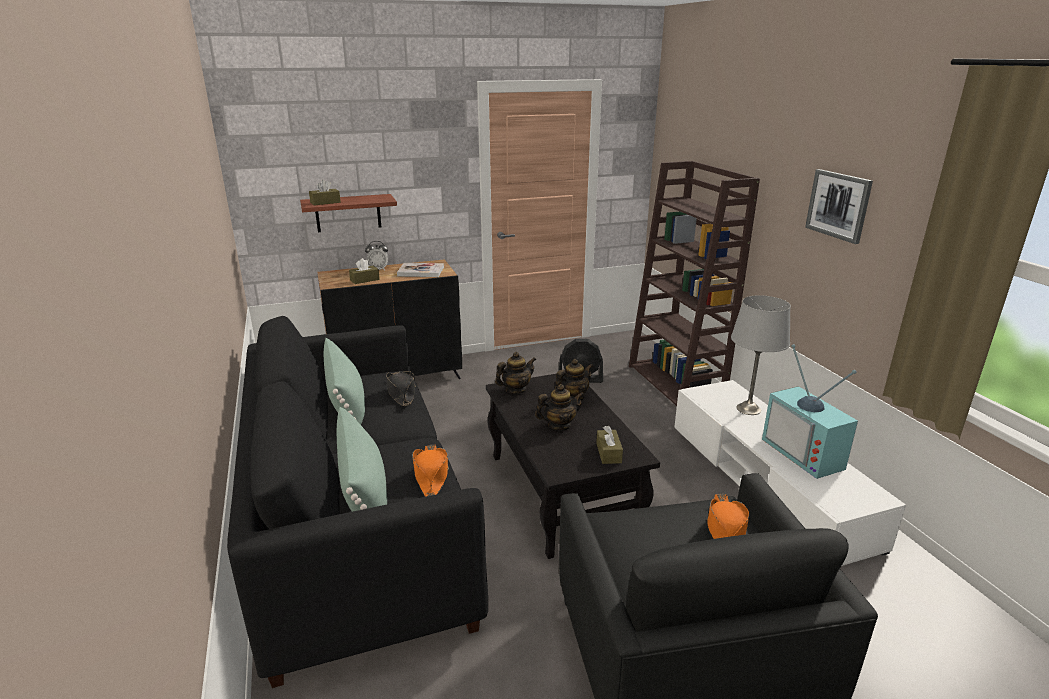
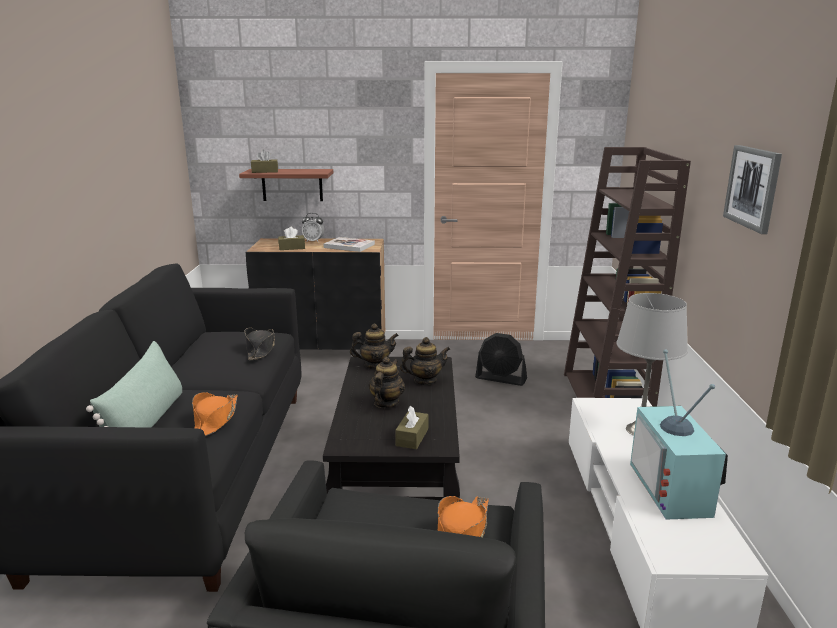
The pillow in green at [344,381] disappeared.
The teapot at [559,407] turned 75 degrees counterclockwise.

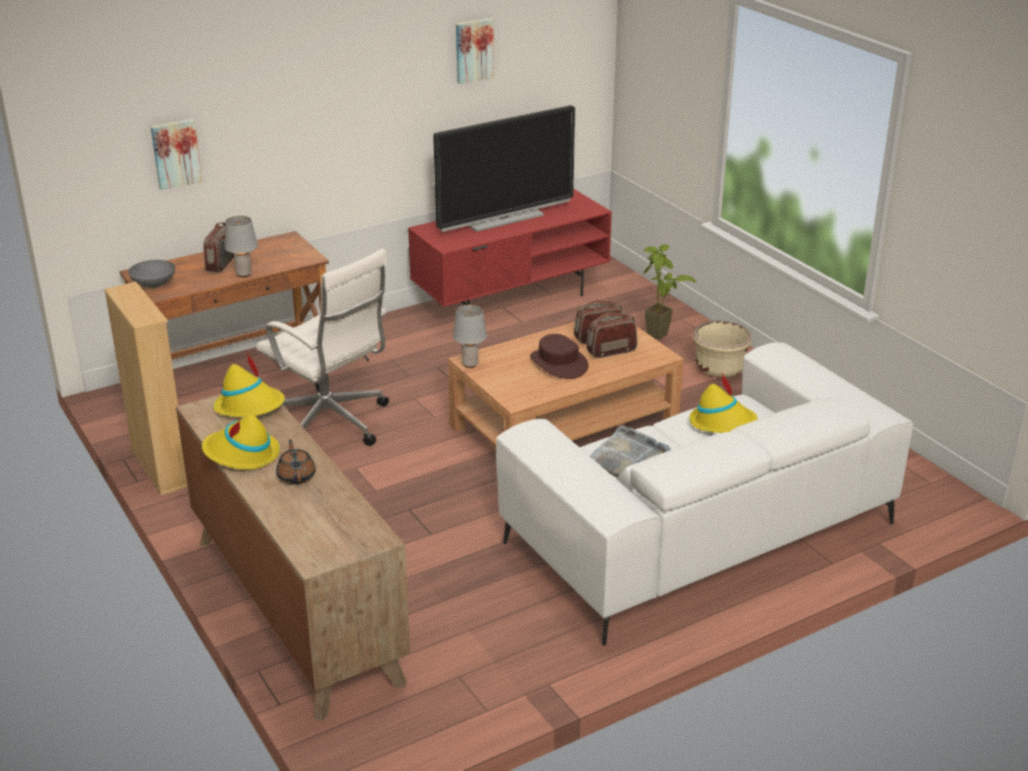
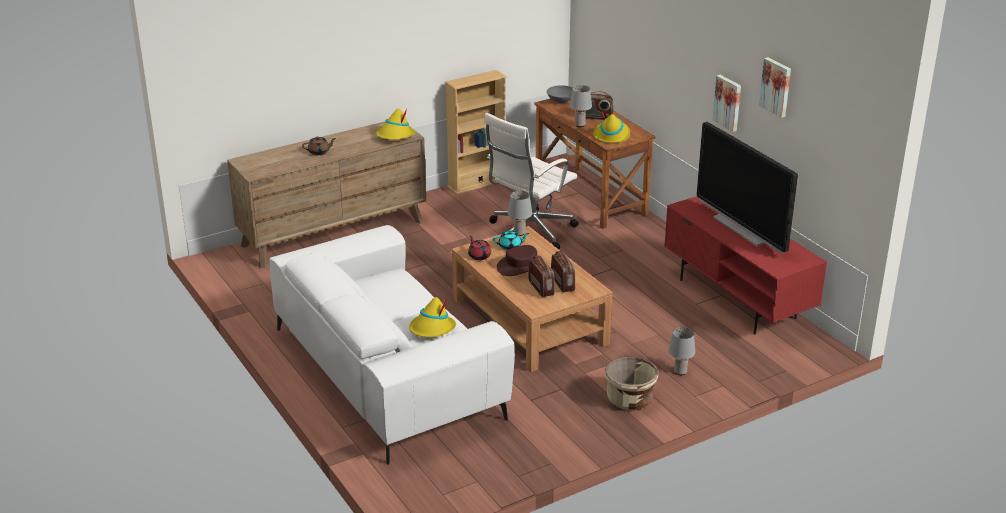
The tray in grey at [630,451] disappeared.
The teapot in red at [479,248] appeared.
The teapot in turquoise at [511,240] appeared.
The picture moved from [176,154] to [726,103].
The hat in yellow moved from [241,442] to [611,126].
The potted plant at [670,292] was replaced by the table lamp in grey at [682,351].

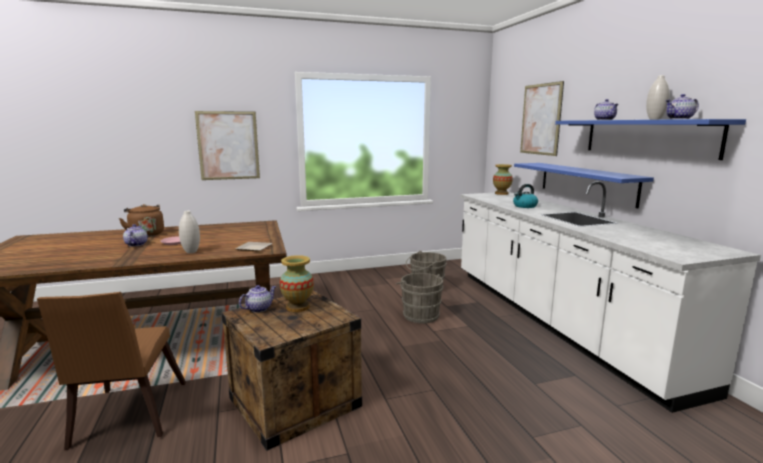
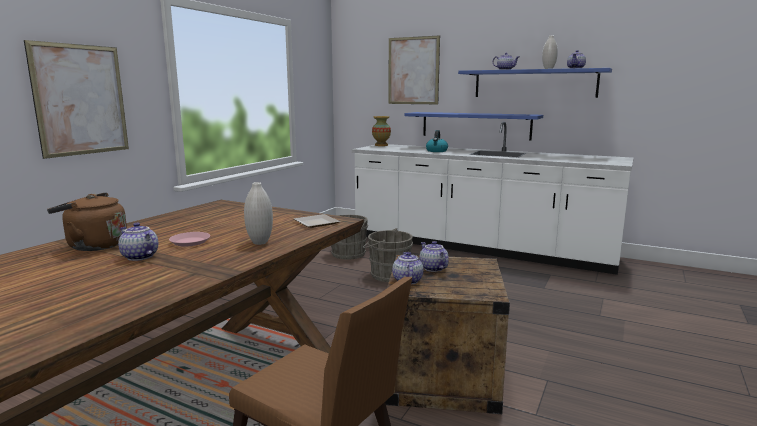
The vase at [297,283] was replaced by the teapot at [434,256].

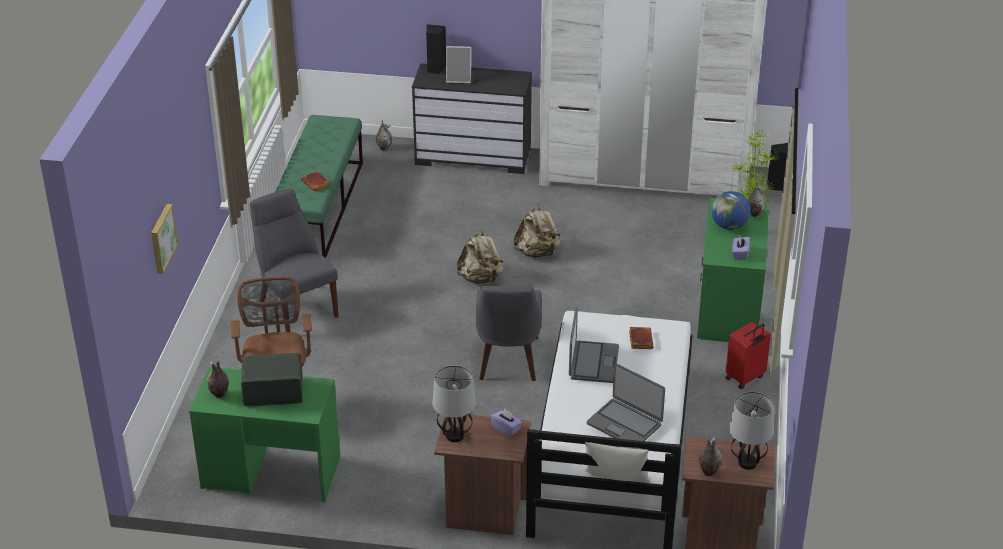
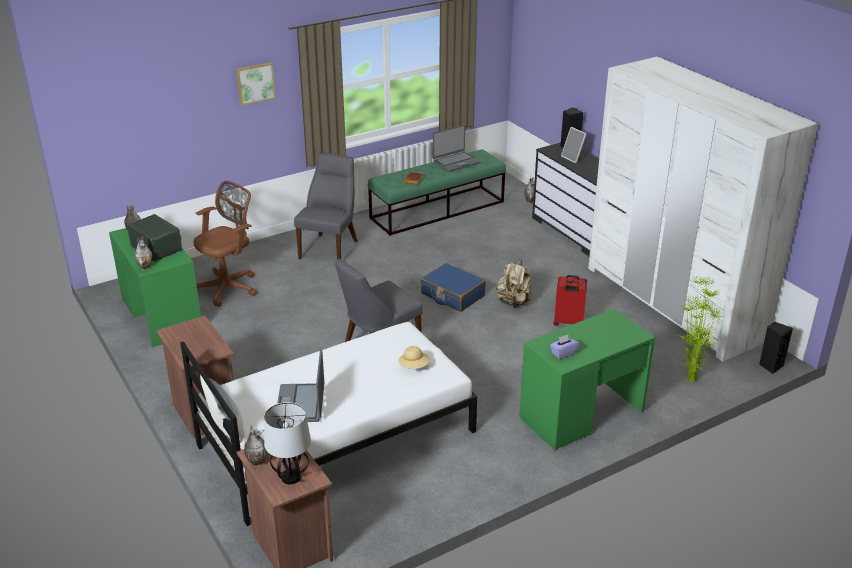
The table lamp at [454,404] disappeared.
The tissue box in purple at [506,422] disappeared.
The globe at [731,210] disappeared.
The picture moved from [164,239] to [255,83].
The laptop moved from [594,345] to [457,148].
The suitcase in red moved from [748,355] to [570,300].
The vase moved from [757,200] to [143,253].
The backpack in beige at [480,256] was replaced by the suitcase in blue at [453,287].
The book in brown at [641,338] was replaced by the hat in beige at [414,357].

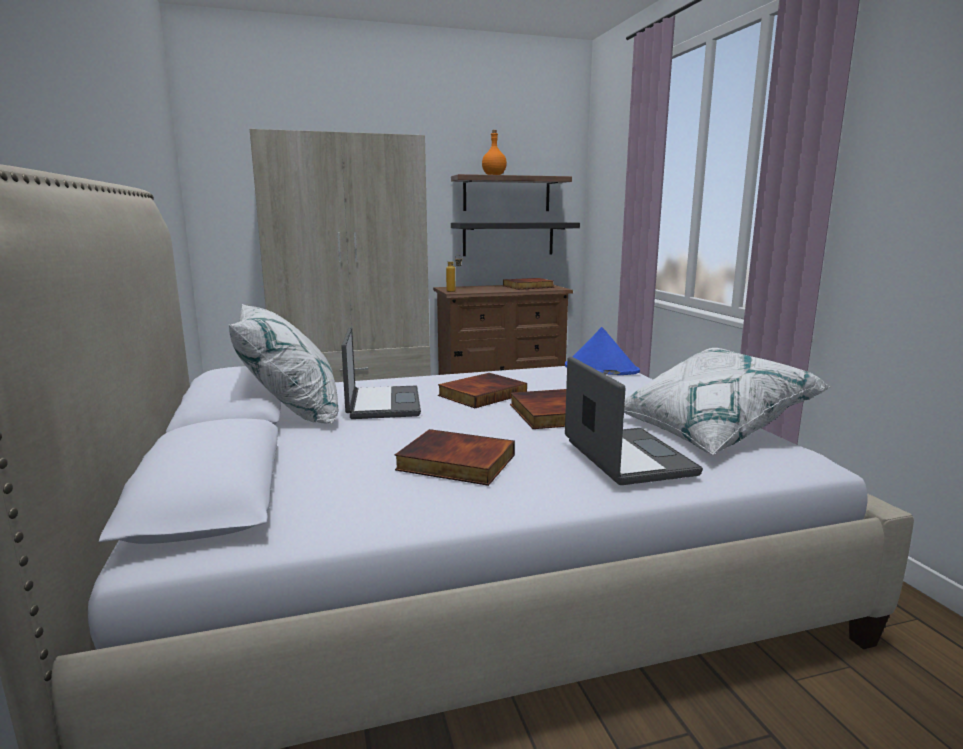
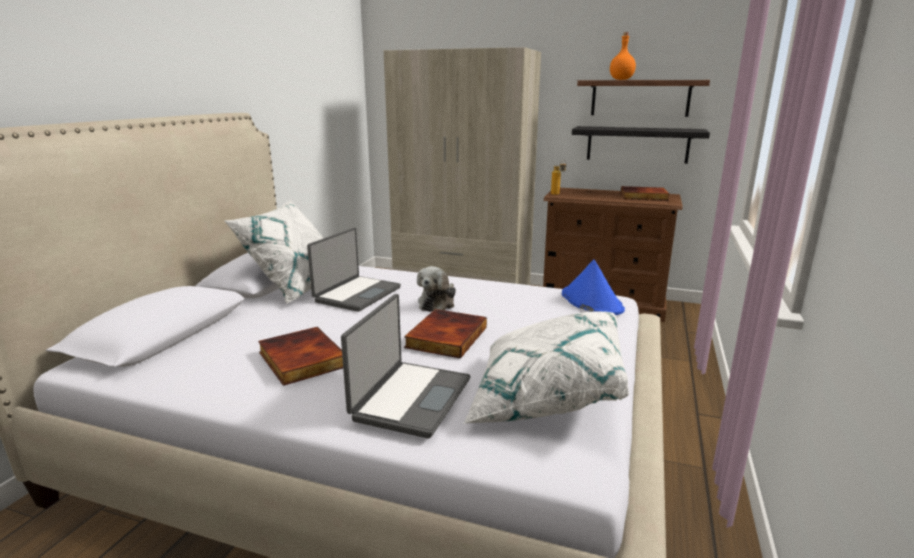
The book at [482,390] was replaced by the plush toy at [436,289].

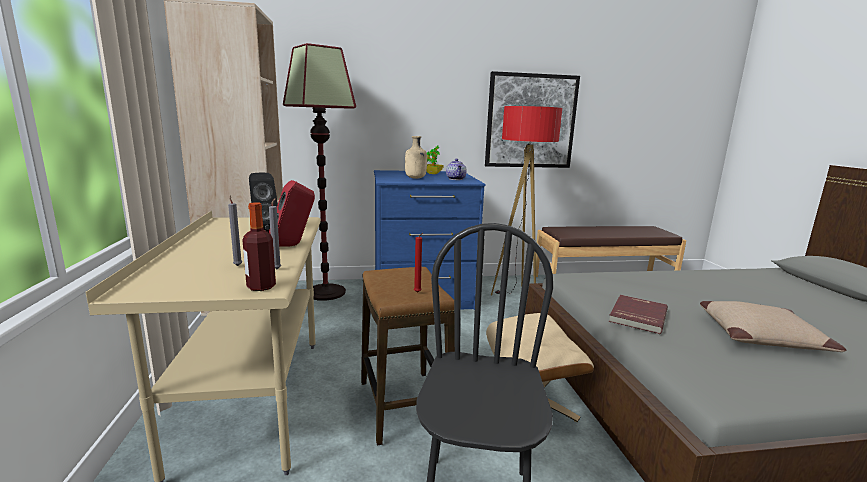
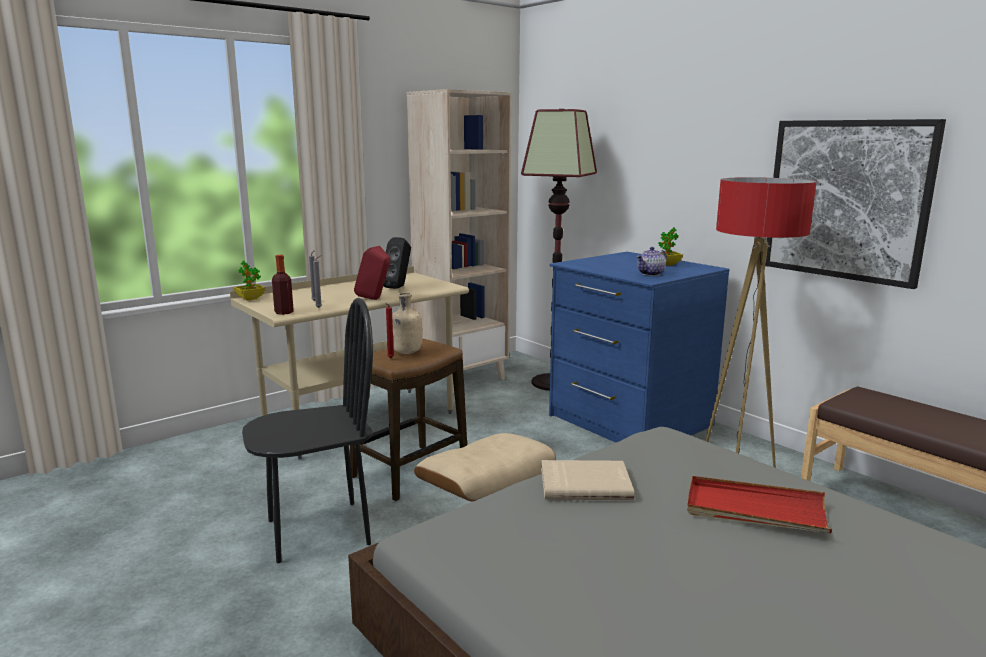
The pillow in beige at [773,326] disappeared.
The potted plant at [249,281] appeared.
The tray in red at [759,504] appeared.
The bottle in beige moved from [416,157] to [407,323].
The book in red at [638,314] became the book in beige at [587,480].

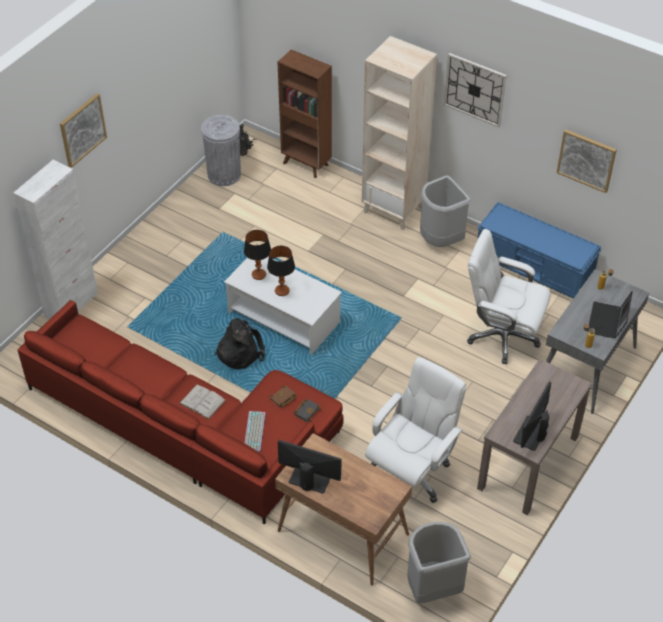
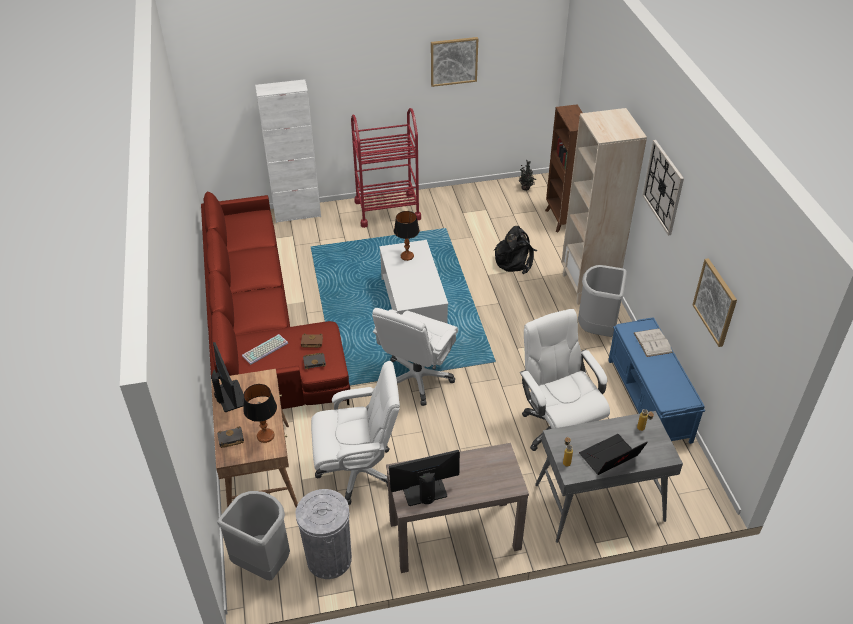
The book in black at [230,437] appeared.
The cart in red at [386,168] appeared.
The office chair in white at [415,357] appeared.
The picture moved from [83,130] to [454,62].
The book in white moved from [202,402] to [653,342].
The trash can in grey moved from [221,150] to [324,534].
The backpack in black moved from [239,343] to [515,250].
The table lamp moved from [281,271] to [260,413].

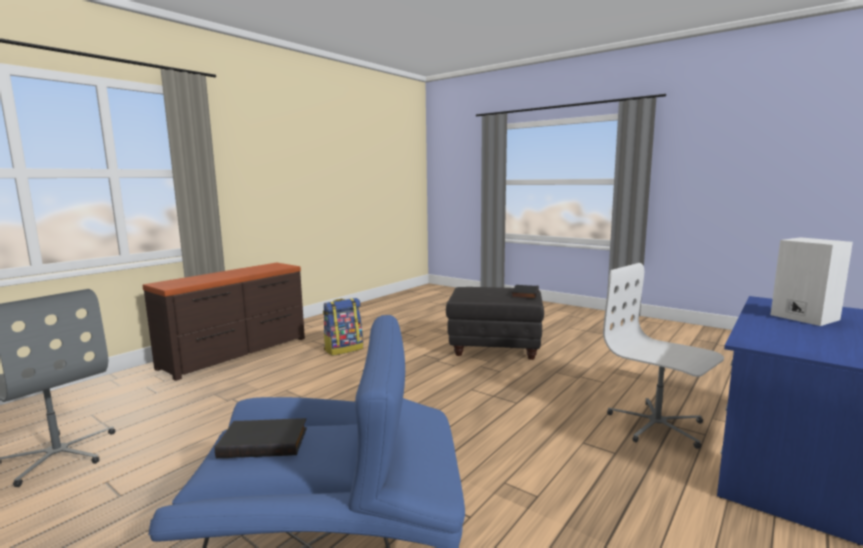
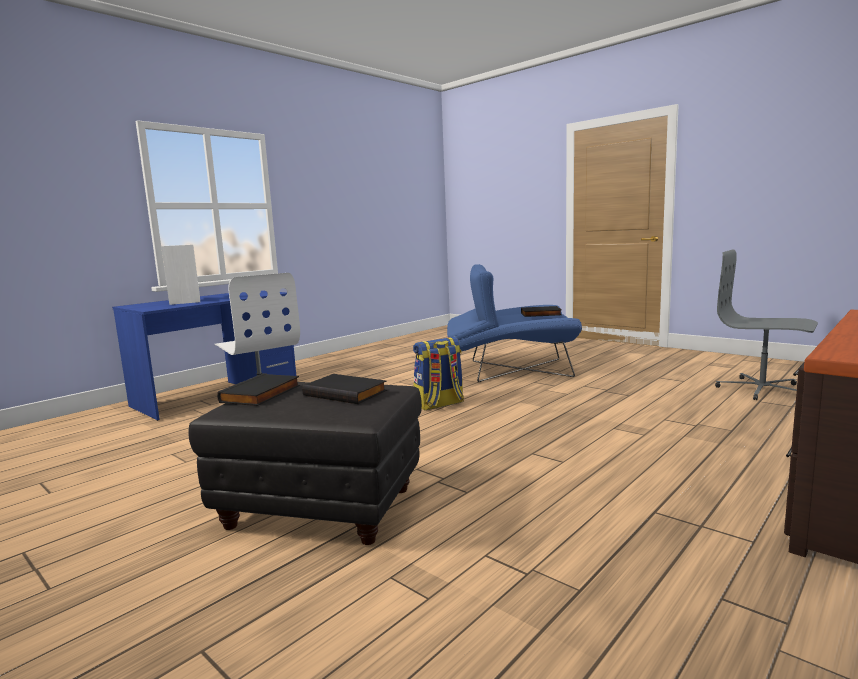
The book in black at [344,389] appeared.
The backpack moved from [343,327] to [438,373].

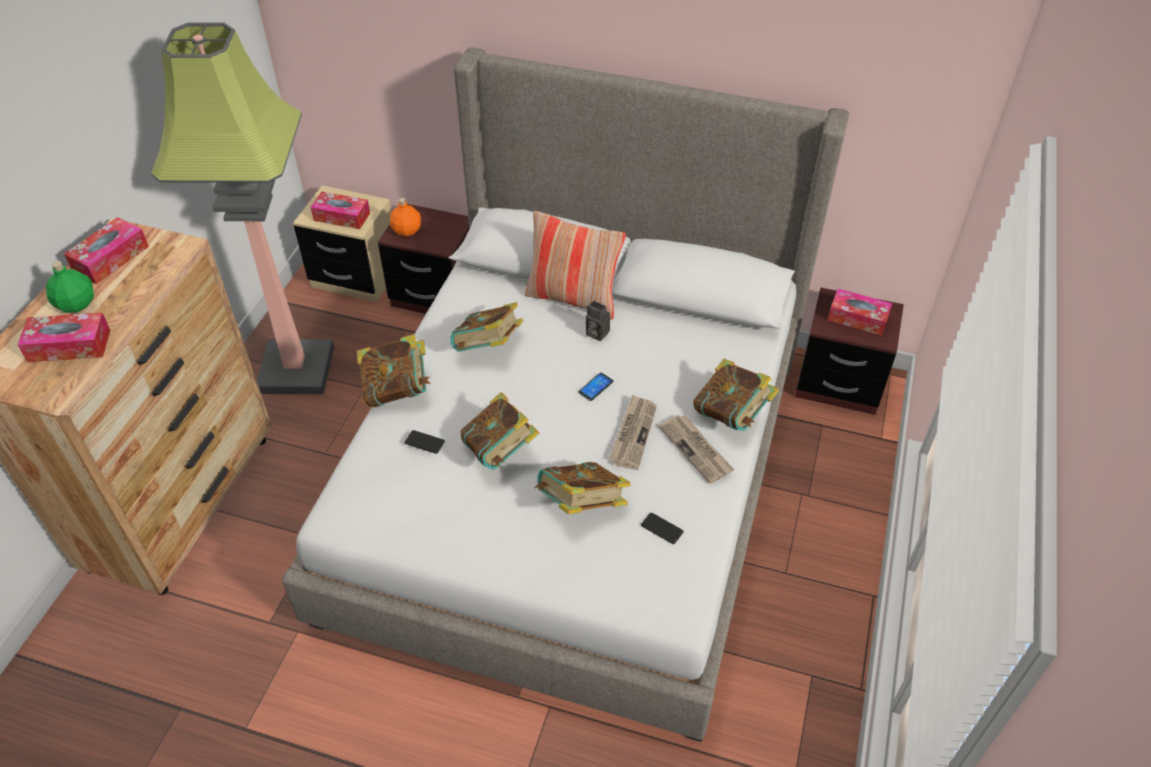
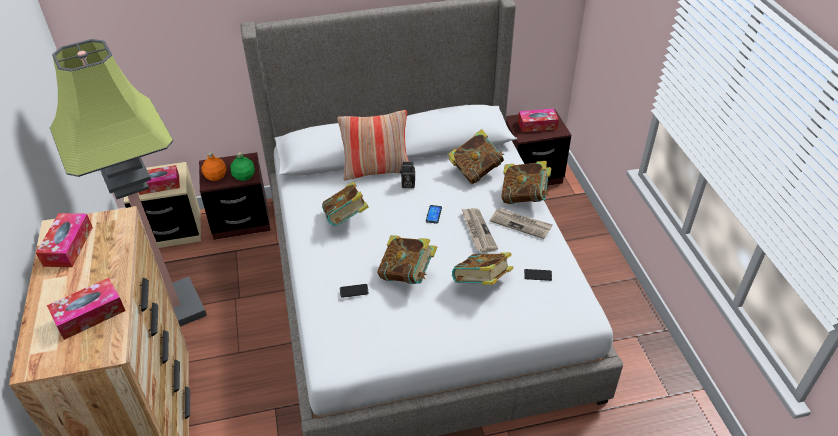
The bottle in green moved from [70,287] to [242,166].
The book moved from [394,370] to [476,156].

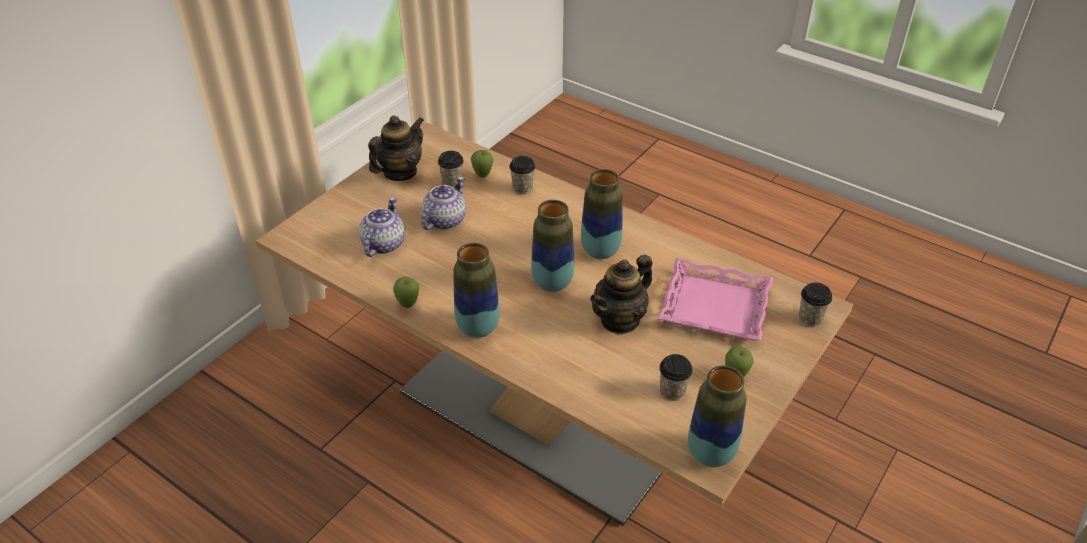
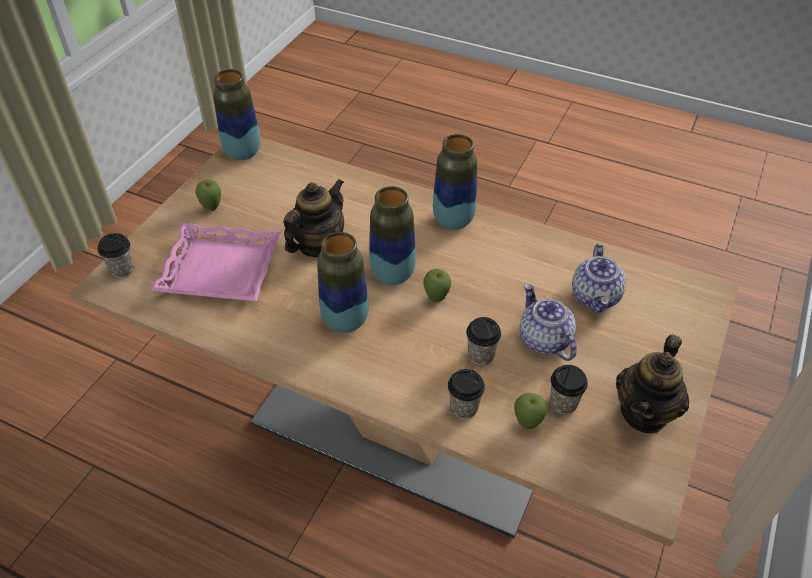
The apple moved from [406,292] to [437,285].
The cup moved from [676,377] to [483,341].
The teapot at [443,203] turned 135 degrees clockwise.

